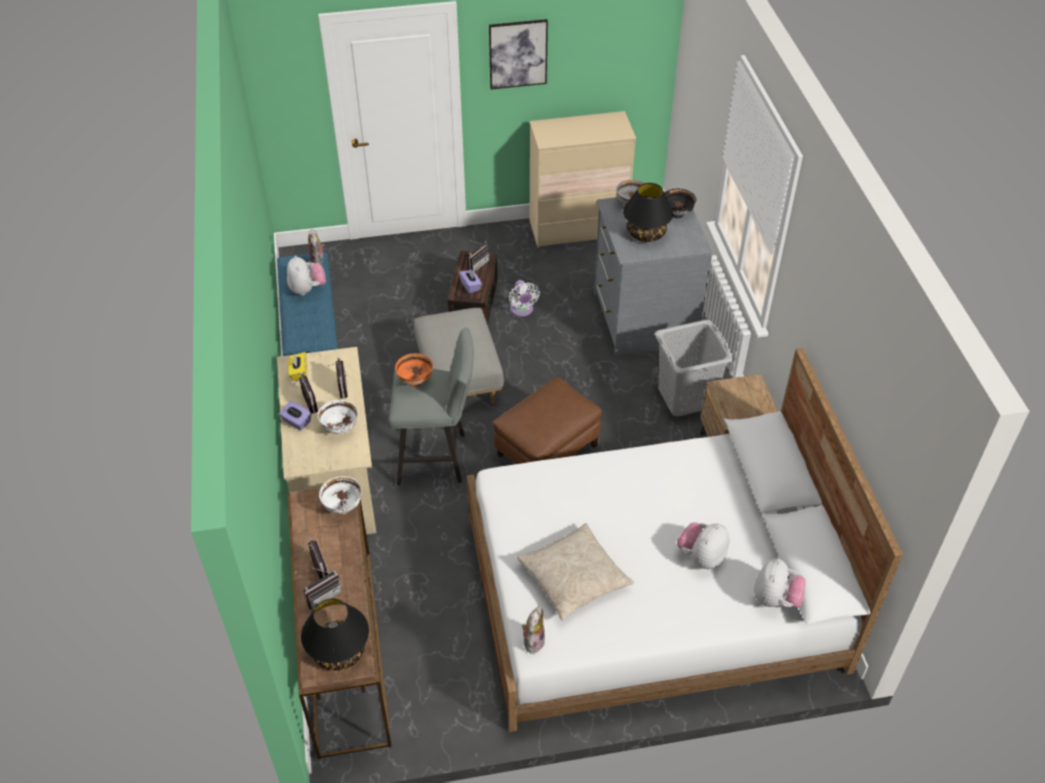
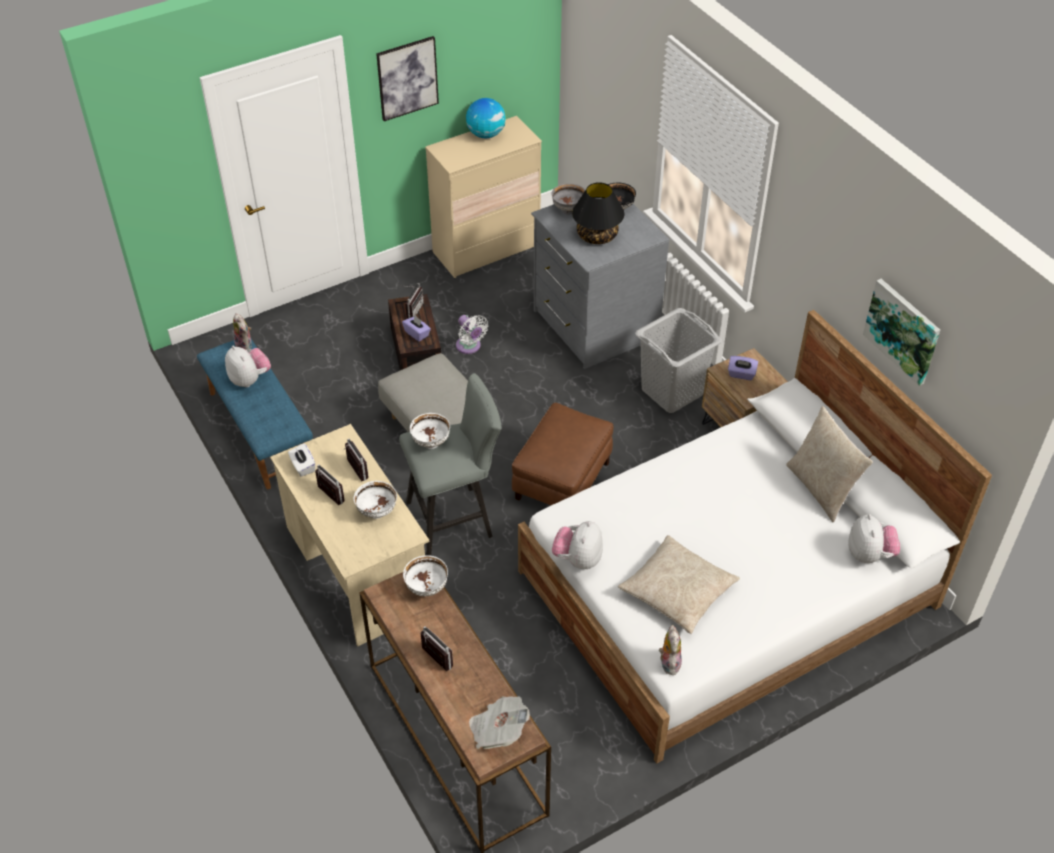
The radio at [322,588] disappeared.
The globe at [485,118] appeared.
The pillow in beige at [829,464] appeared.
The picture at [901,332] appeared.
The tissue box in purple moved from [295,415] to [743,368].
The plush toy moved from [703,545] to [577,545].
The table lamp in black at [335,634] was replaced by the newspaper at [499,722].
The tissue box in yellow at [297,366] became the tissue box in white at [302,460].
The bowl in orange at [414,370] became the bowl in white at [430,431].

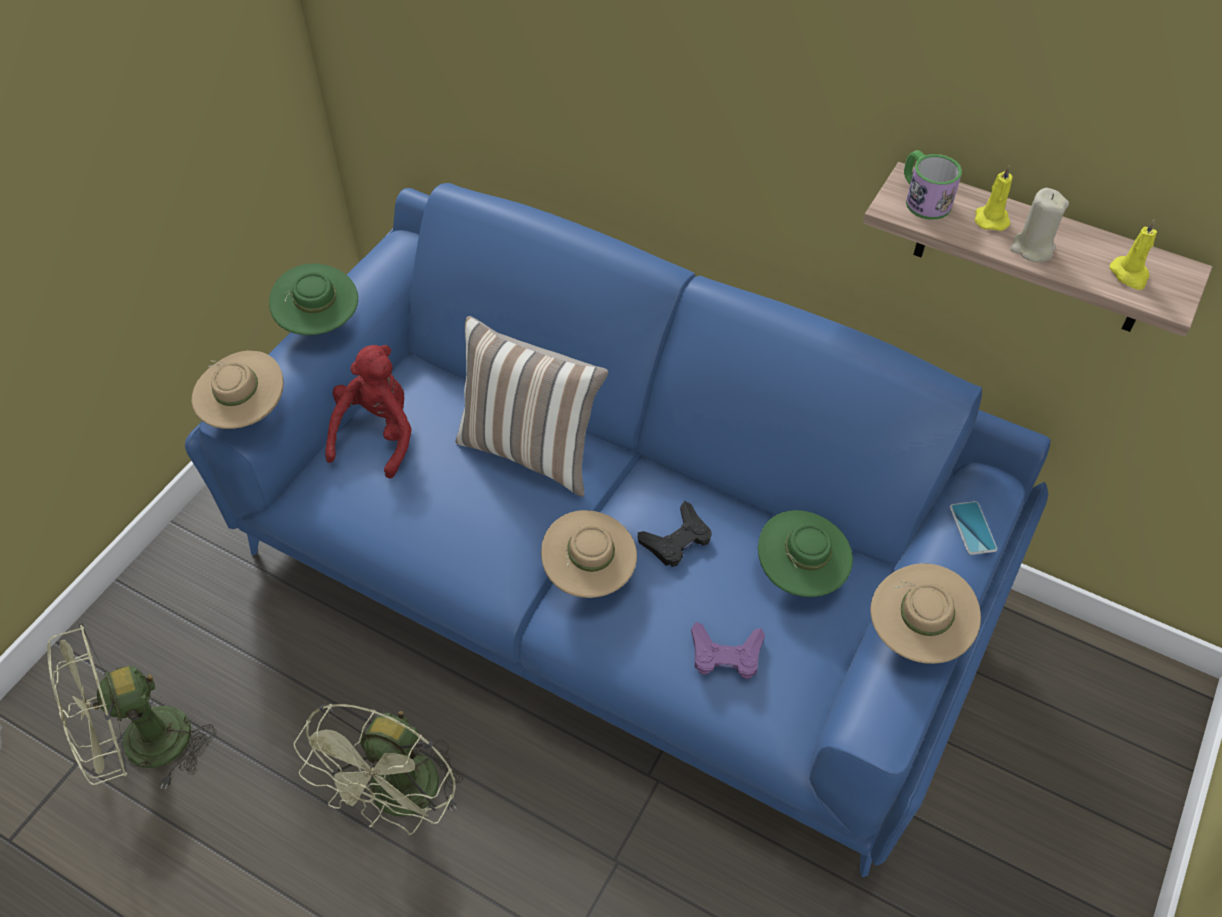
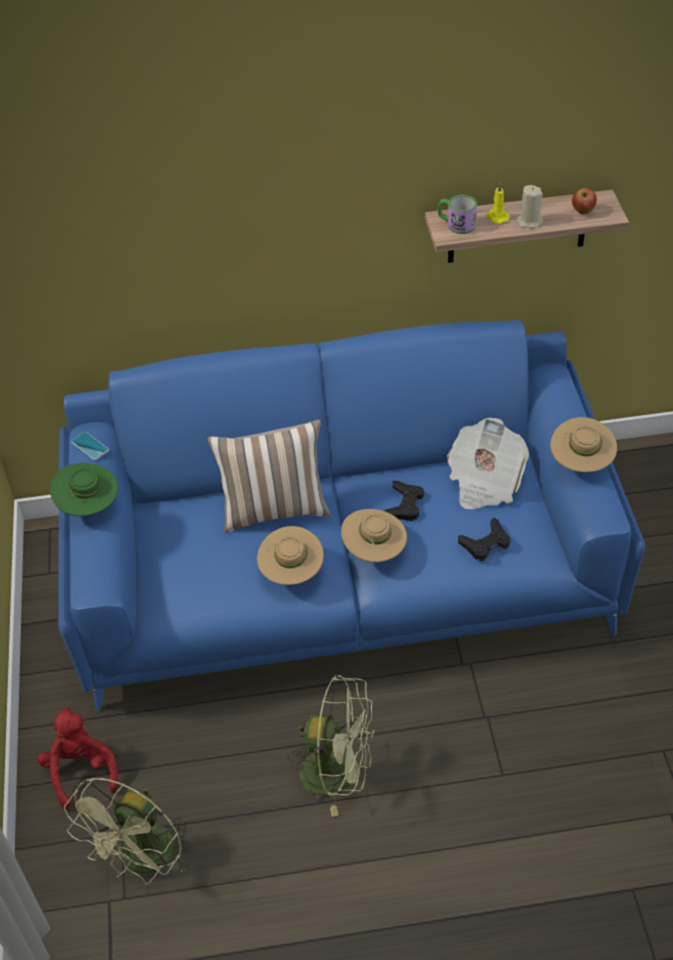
The hat in beige moved from [238,389] to [290,555].
The plush toy in red moved from [368,412] to [77,758].
The phone moved from [973,528] to [90,446].
The hat in green at [805,553] was replaced by the newspaper at [488,463].
The candle in yellow at [1133,254] was replaced by the apple at [584,201].
The game controller in purple at [728,650] became the game controller in black at [484,539].
The fan in green at [378,769] turned 60 degrees counterclockwise.

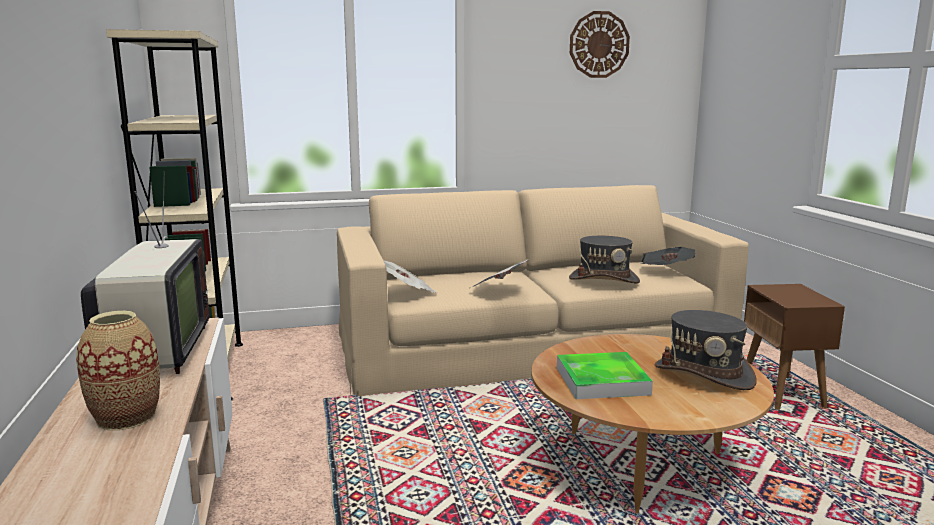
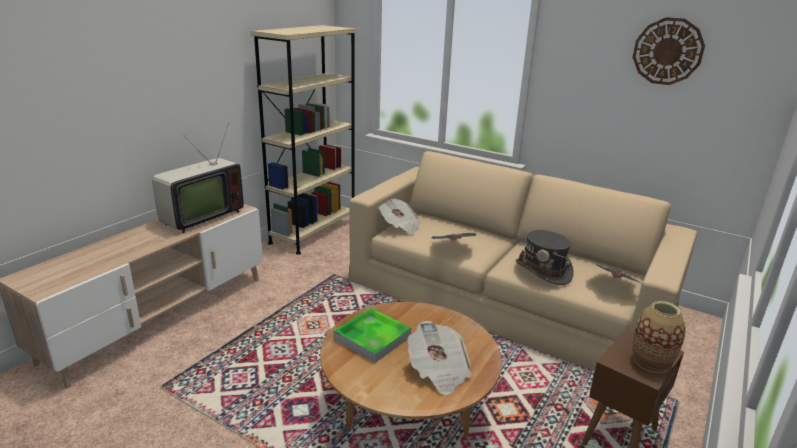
The vase moved from [118,370] to [659,337].
The hat in grey at [705,350] was replaced by the newspaper at [439,358].

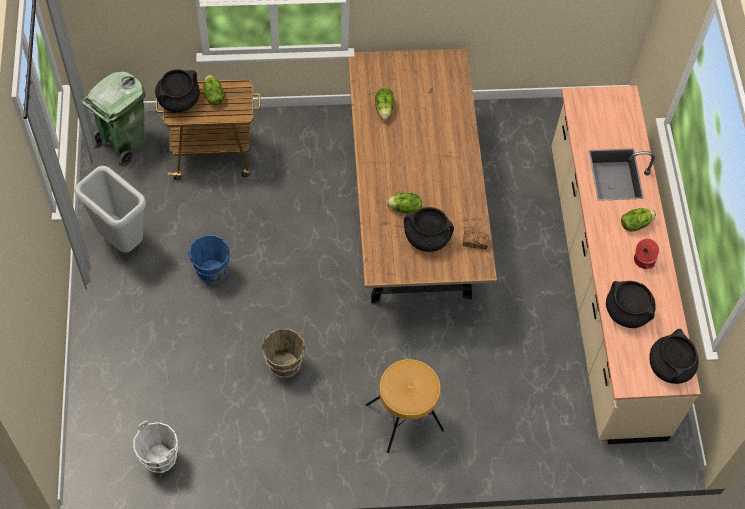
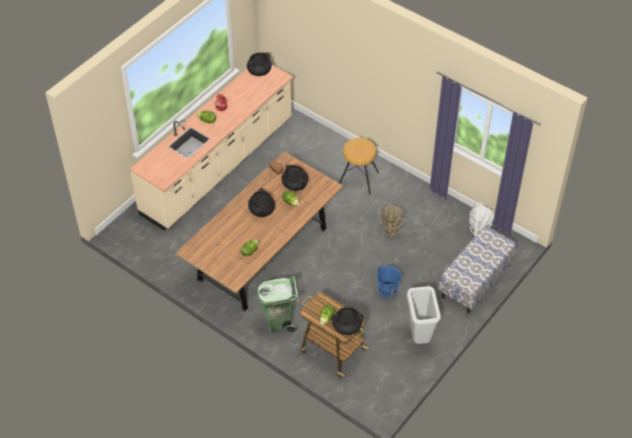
The bench at [478,270] appeared.
The trash can in green moved from [113,119] to [277,304].
The cooking pot in black moved from [631,304] to [261,202].

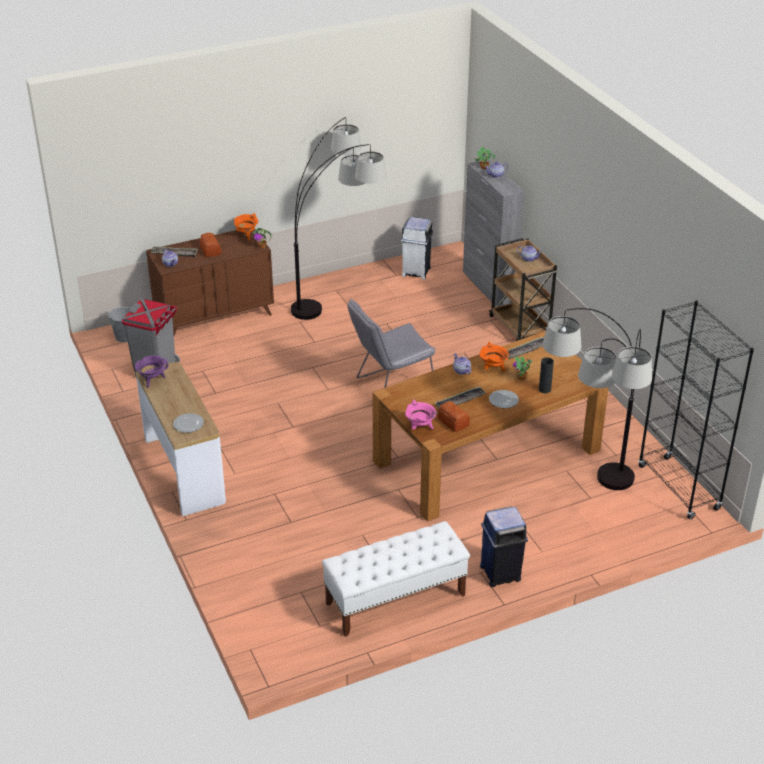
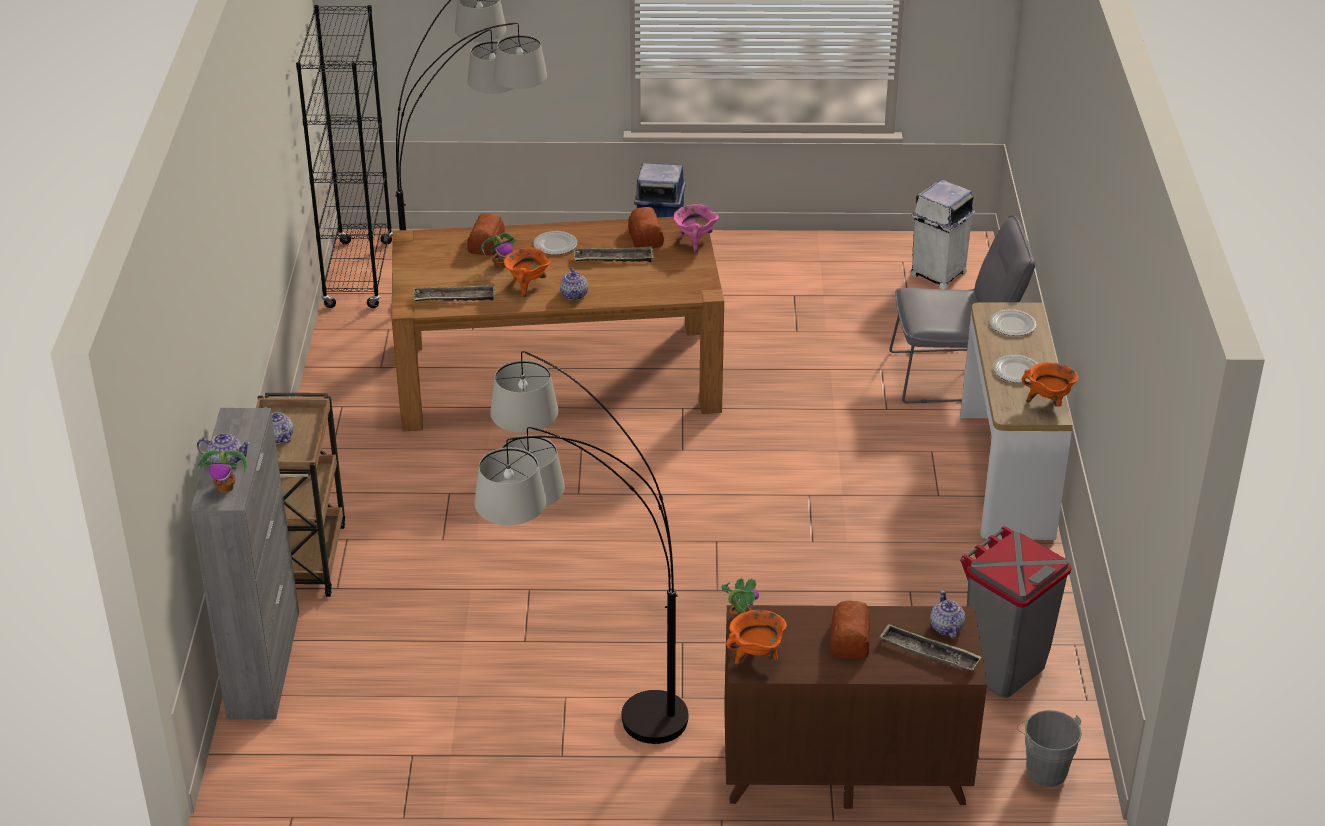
The bench in white at [396,579] disappeared.
The plate at [1015,369] appeared.
The chair in grey moved from [391,343] to [962,309].
The trash can in white moved from [417,248] to [943,234].
The vase in black at [546,375] was replaced by the bread at [486,234].
The cooking pot in purple at [152,371] became the cooking pot in orange at [1050,384].

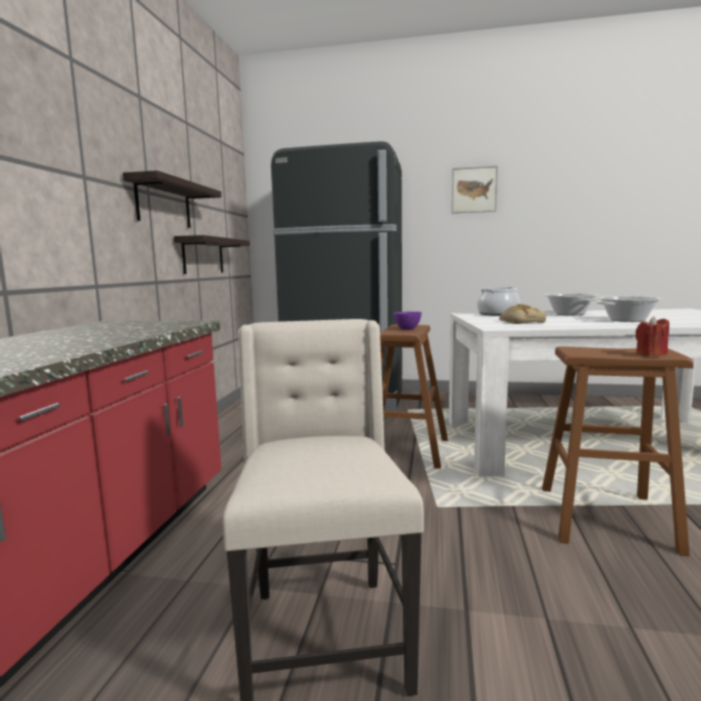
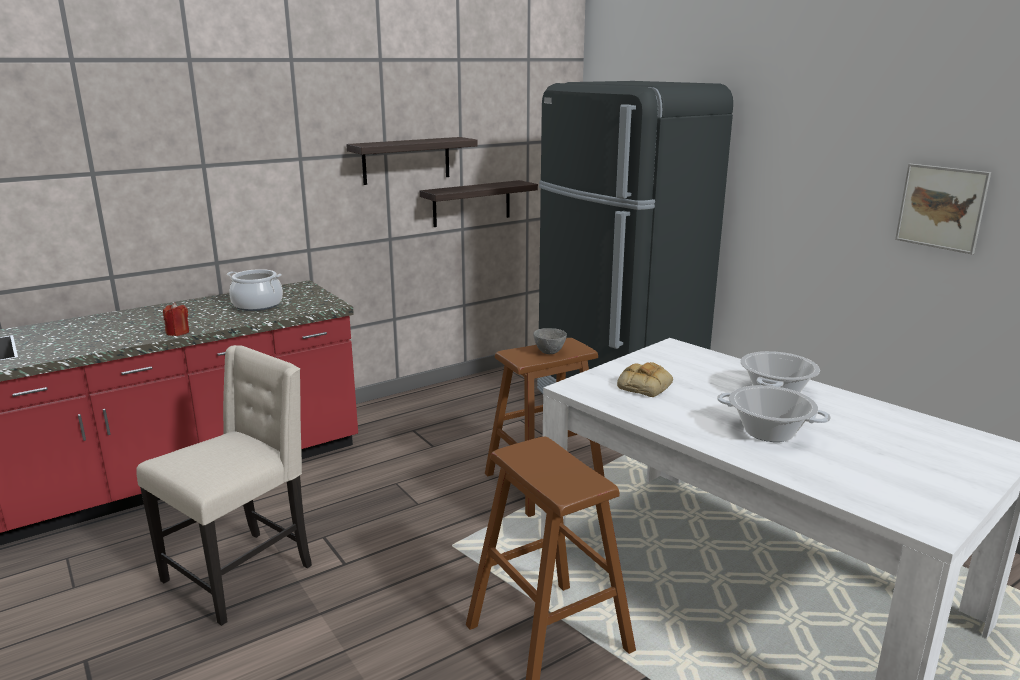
The picture moved from [475,189] to [943,209].
The cooking pot moved from [498,301] to [255,290].
The candle in red moved from [652,336] to [176,319].
The bowl in purple at [407,321] became the bowl in grey at [550,341].

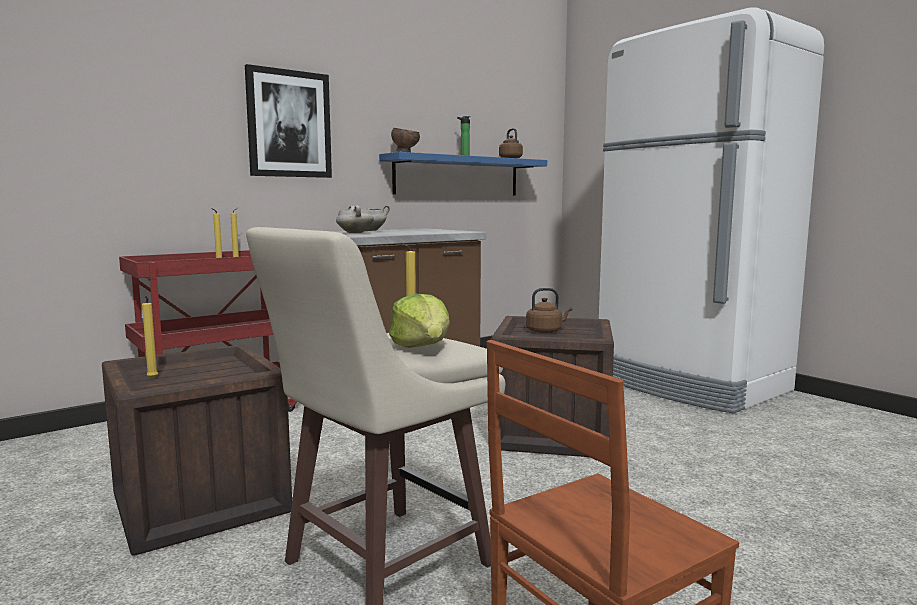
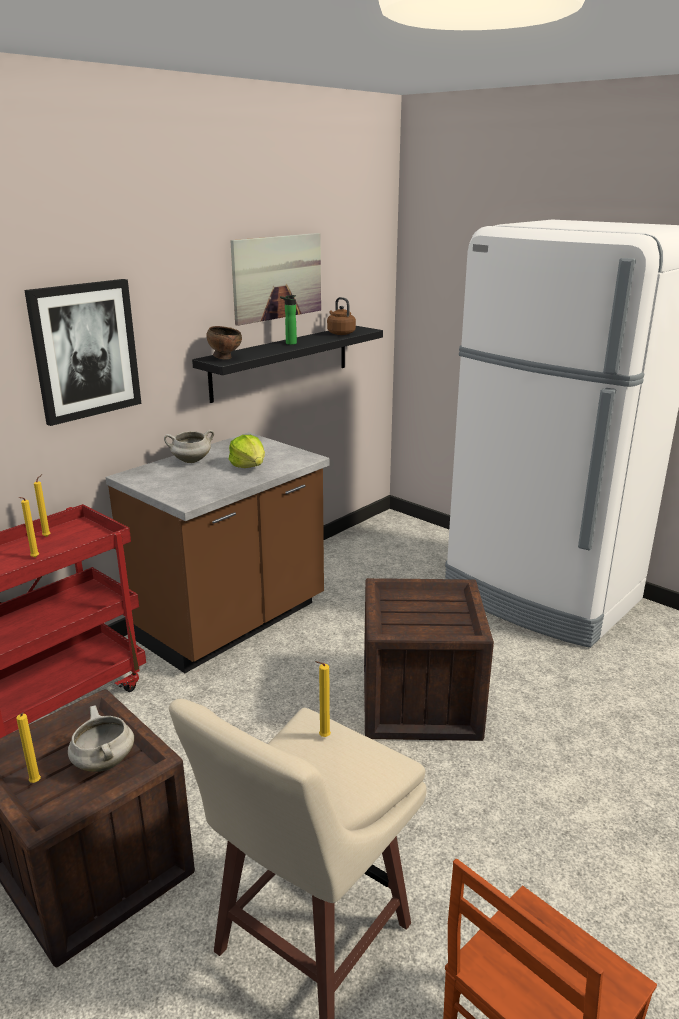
The kettle in brown at [549,310] disappeared.
The picture at [275,279] appeared.
The cooking pot in white moved from [355,219] to [101,739].
The lettuce moved from [419,321] to [247,451].
The shelf in blue at [463,173] became the shelf in black at [287,364].

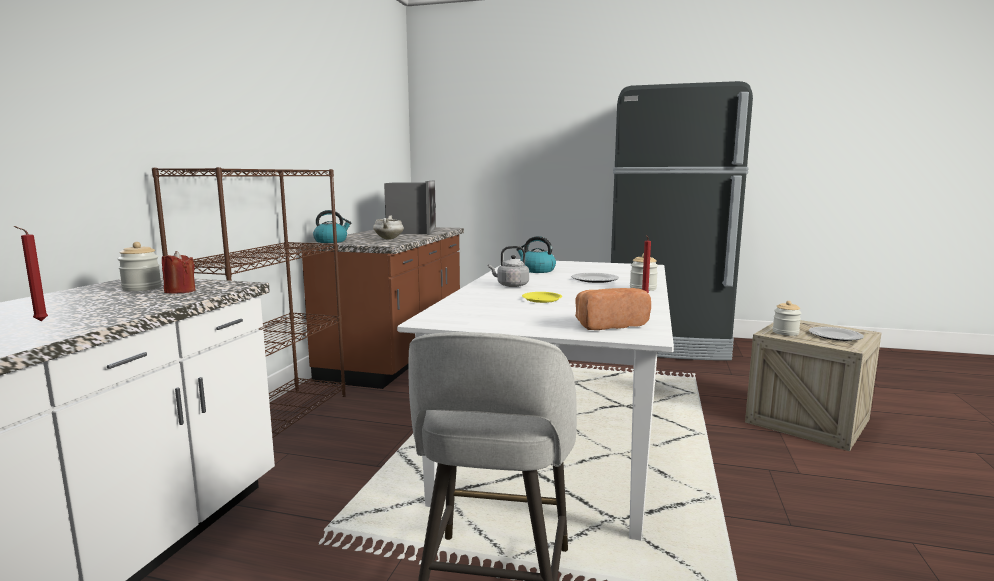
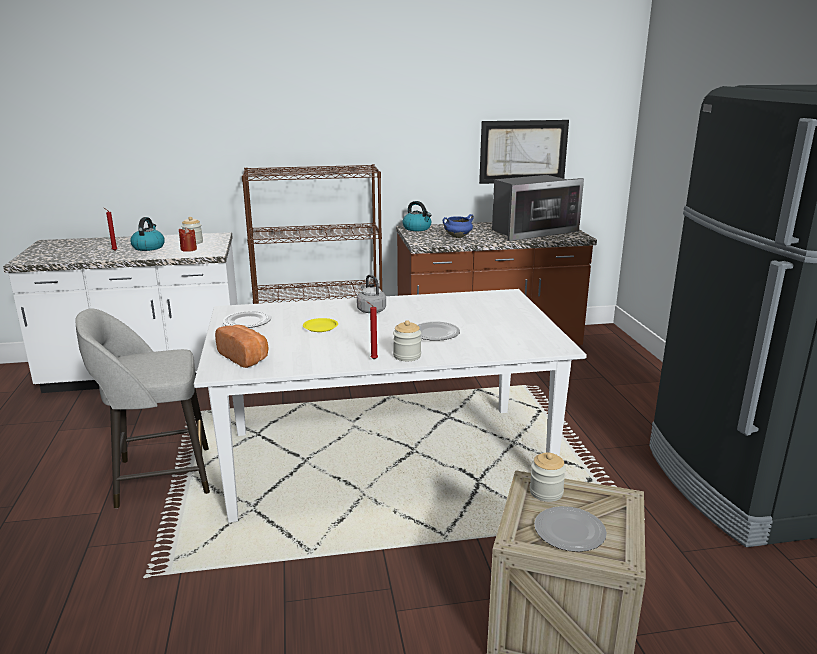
The plate at [246,319] appeared.
The picture at [524,152] appeared.
The kettle moved from [536,254] to [147,234].
The cooking pot in white at [388,227] became the cooking pot in blue at [458,226].

